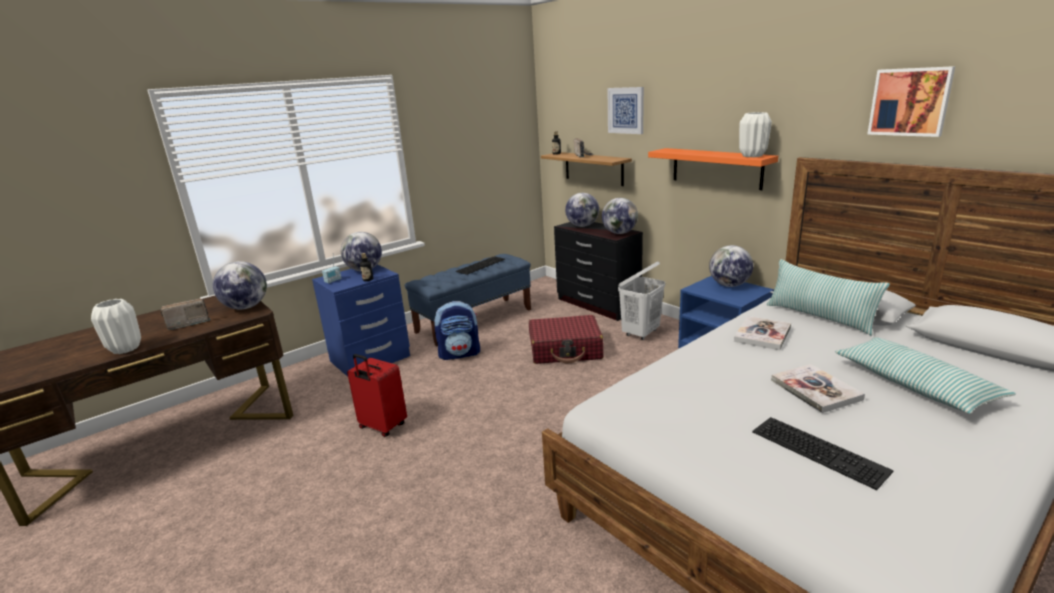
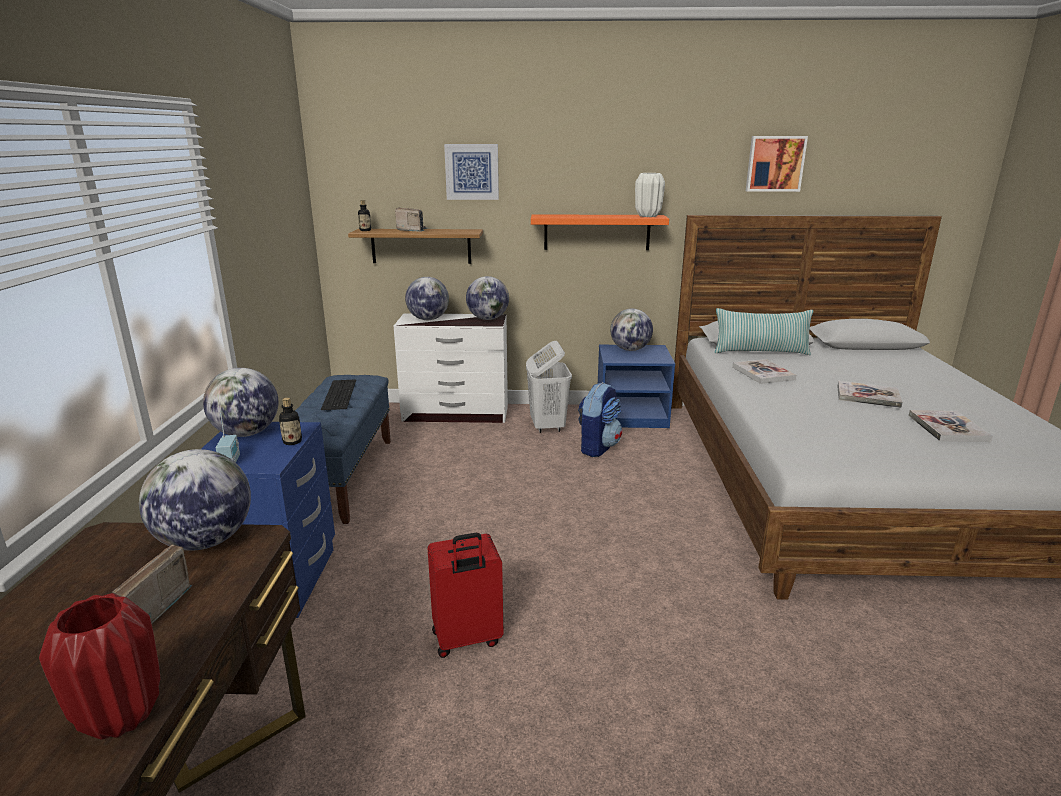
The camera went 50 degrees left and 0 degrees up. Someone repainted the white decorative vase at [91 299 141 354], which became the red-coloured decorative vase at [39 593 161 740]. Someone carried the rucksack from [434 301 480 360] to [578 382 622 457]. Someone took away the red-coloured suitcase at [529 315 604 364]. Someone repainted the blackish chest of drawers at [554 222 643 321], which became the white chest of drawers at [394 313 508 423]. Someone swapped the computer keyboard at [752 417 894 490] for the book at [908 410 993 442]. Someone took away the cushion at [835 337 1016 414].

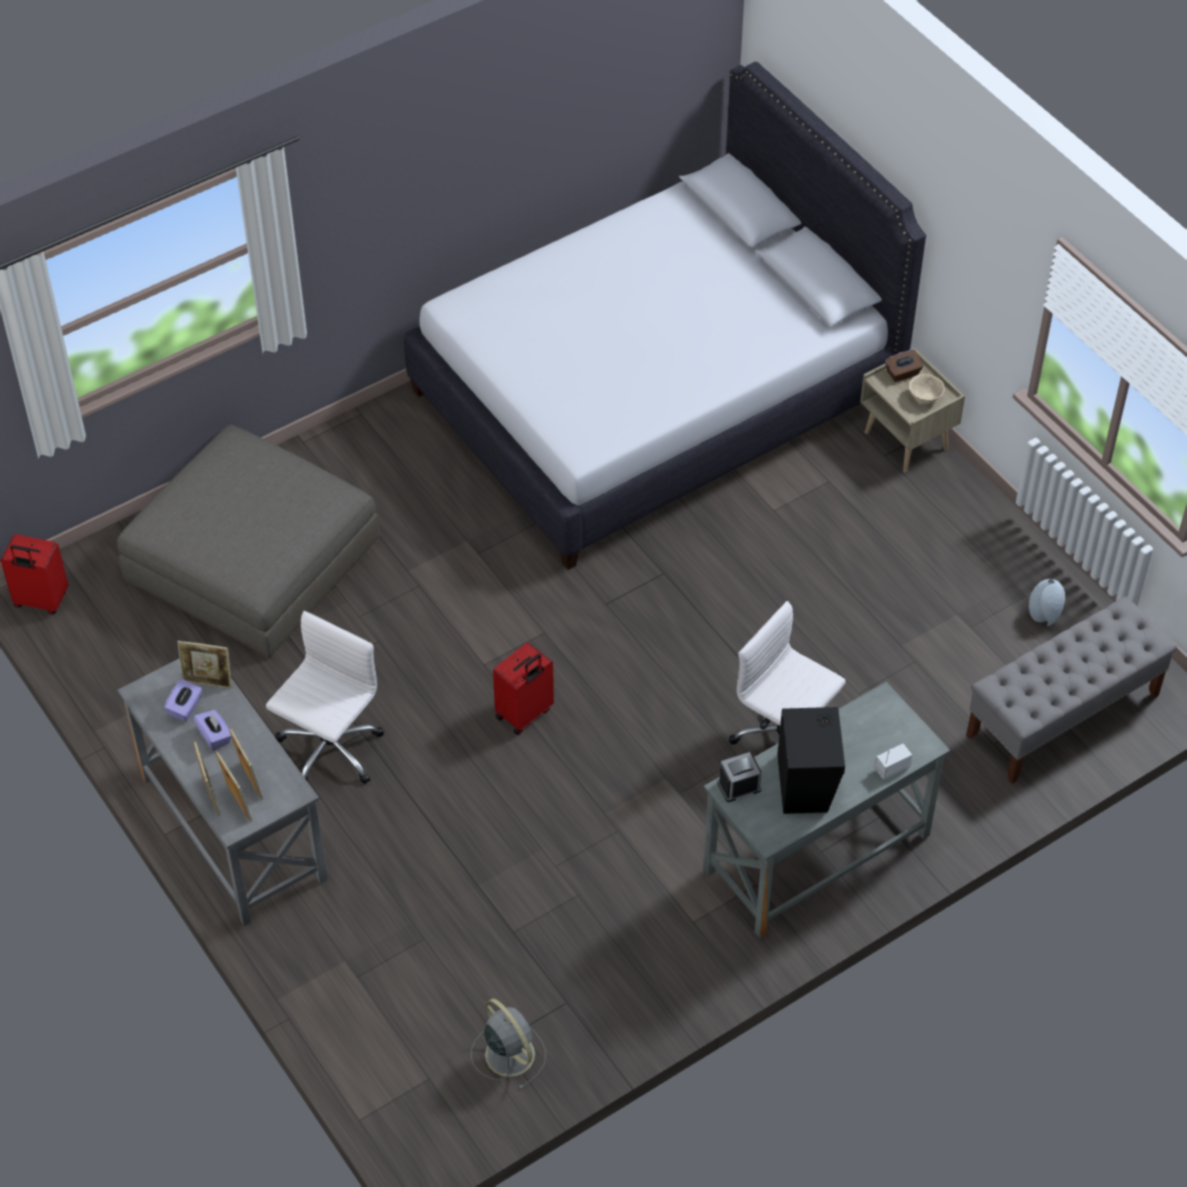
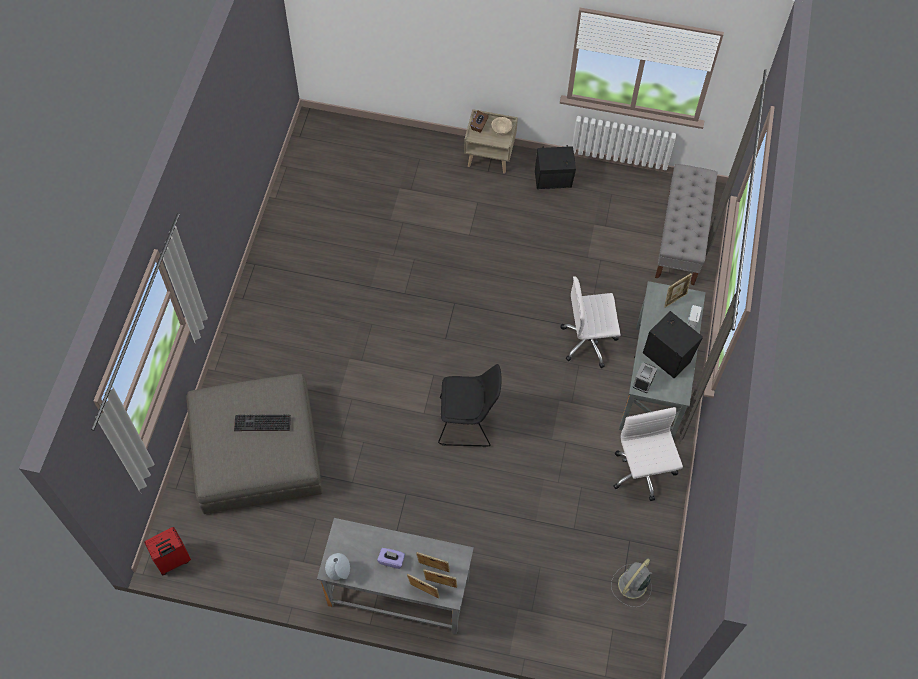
The camera went 45 degrees left and 10 degrees up. Someone took away the purple tissue box at [164 679 202 721]. Someone carried the standing frame from [178 641 232 688] to [664 273 692 308]. Someone carried the white desk chair from [266 611 384 784] to [613 407 683 501]. Someone took away the white bedroom bed at [404 62 926 570]. Someone rotated the grey electric fan at [471 999 546 1089] by 60 degrees counterclockwise. Someone swapped the red-coloured suitcase at [493 642 554 735] for the blackish chair at [438 364 502 447]. Someone carried the grey decorative vase from [1029 579 1065 626] to [325 553 350 580]. Someone put down the computer keyboard at [234 415 291 431]. Someone put down the blackish audio speaker at [535 145 576 189].

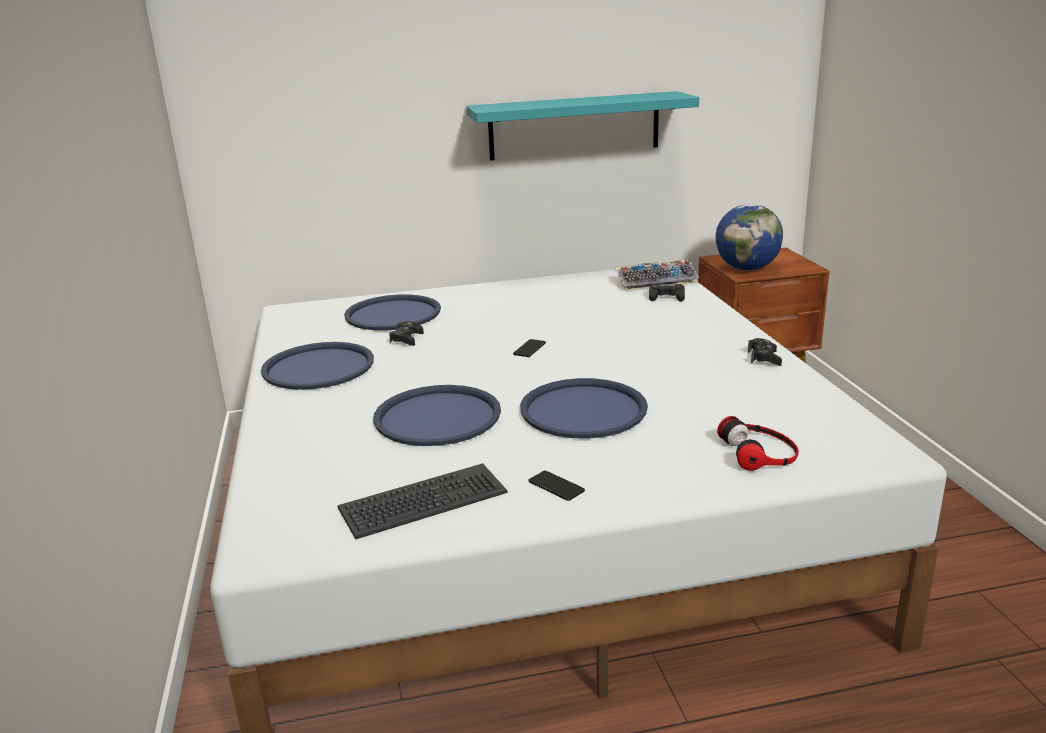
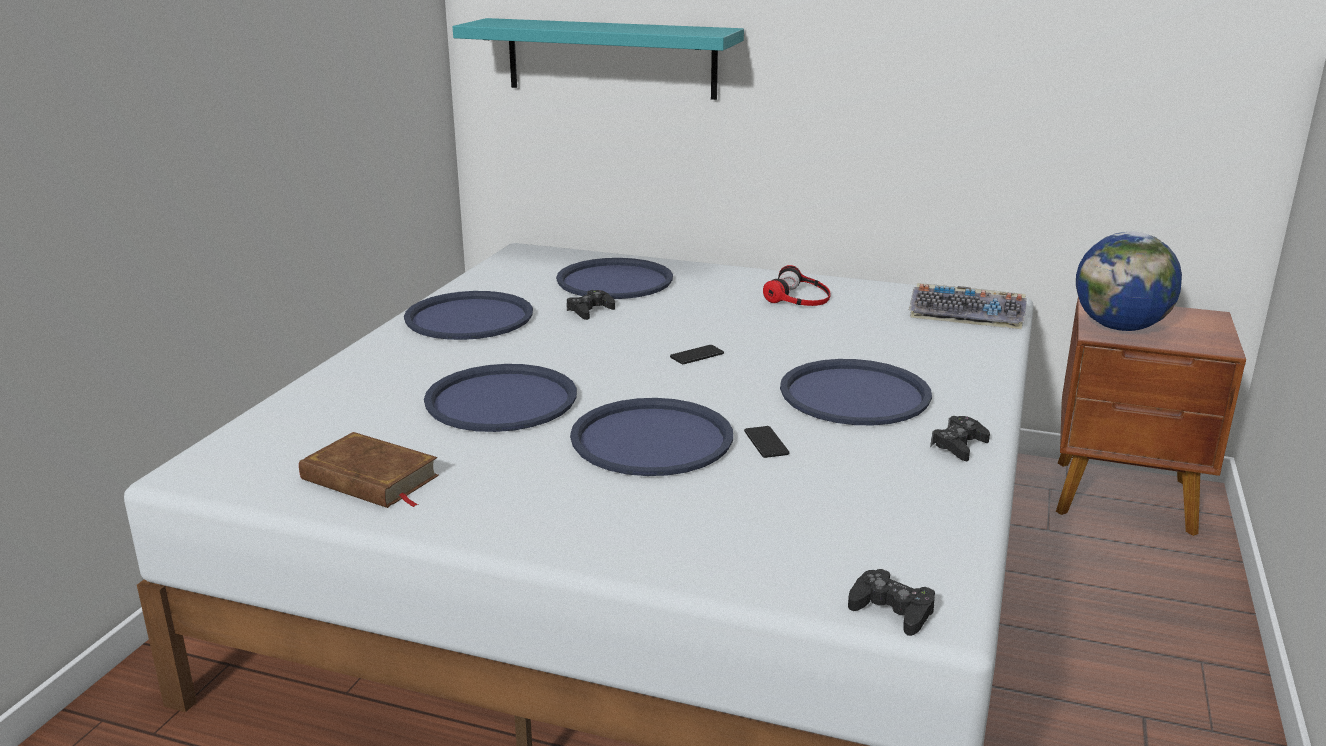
The camera went 30 degrees right and 0 degrees up. Someone swapped the computer keyboard at [338 463 508 540] for the brown book at [299 432 439 508]. Someone carried the turquoise shelf from [466 91 699 161] to [453 18 744 100]. Someone carried the telephone from [529 471 585 501] to [744 426 790 458]. Someone carried the blackish joypad from [649 284 685 302] to [848 569 935 636]. Someone carried the headphones from [717 416 799 471] to [763 265 831 306]. Someone put down the bluish serving tray at [780 359 932 425].

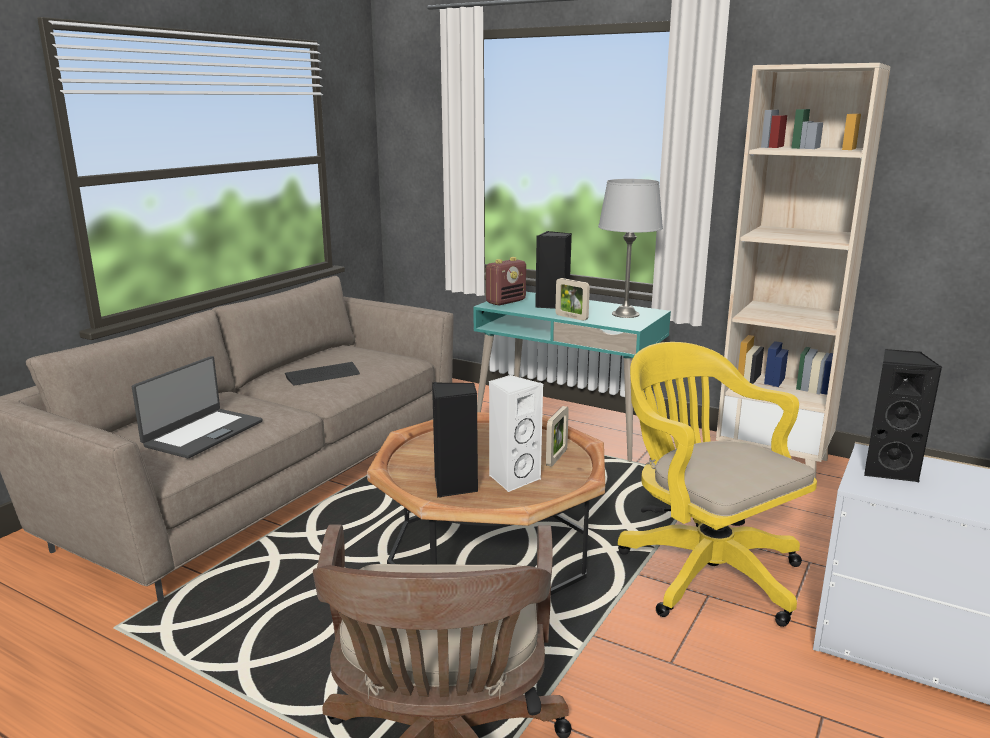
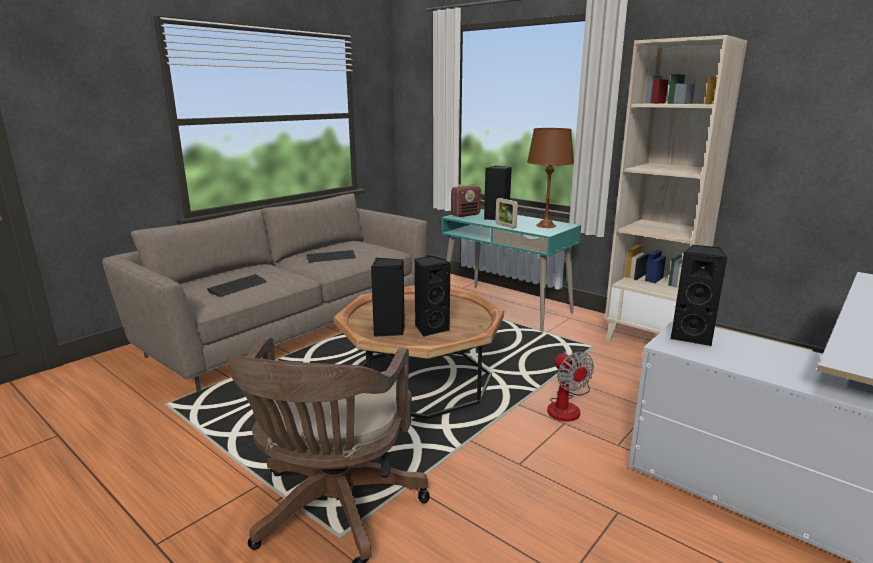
The camera went 10 degrees right and 0 degrees up. Someone swapped the portable computer at [132 356 263 459] for the computer keyboard at [207 274 267 297]. Someone repainted the white audio speaker at [489 375 543 492], which became the blackish audio speaker at [415 256 451 337]. Someone took away the standing frame at [546 406 569 467]. Someone repainted the grey table lamp at [598 179 663 318], which became the brown table lamp at [527 128 574 228]. Someone swapped the yellowish desk chair at [618 342 817 627] for the electric fan at [547 352 594 422].

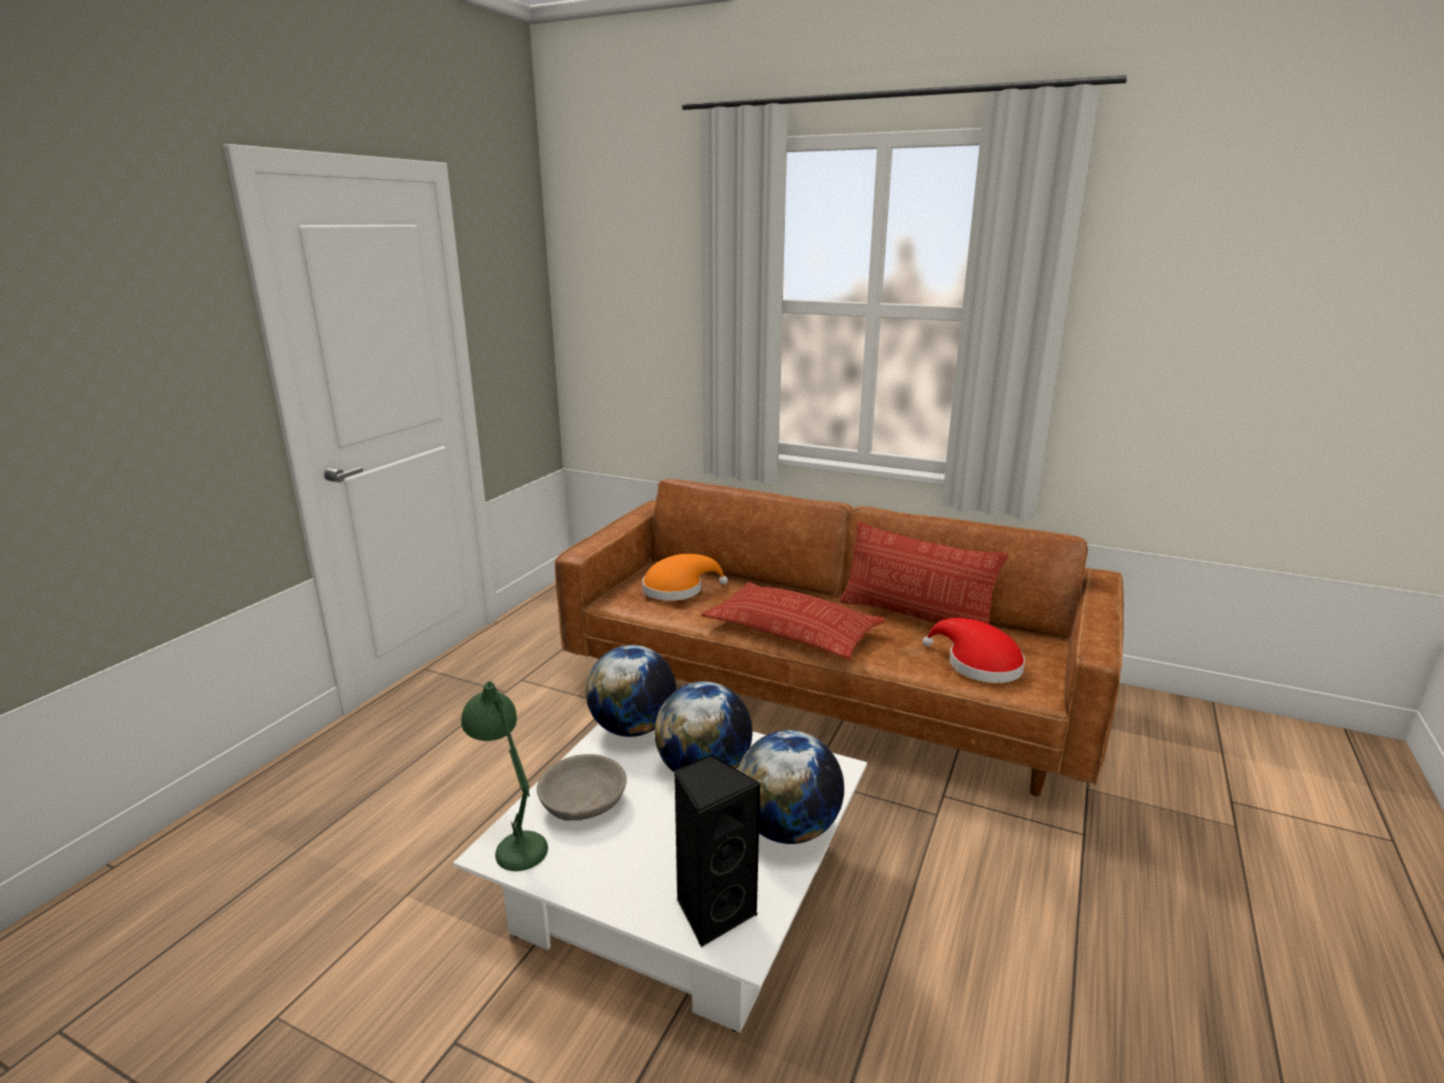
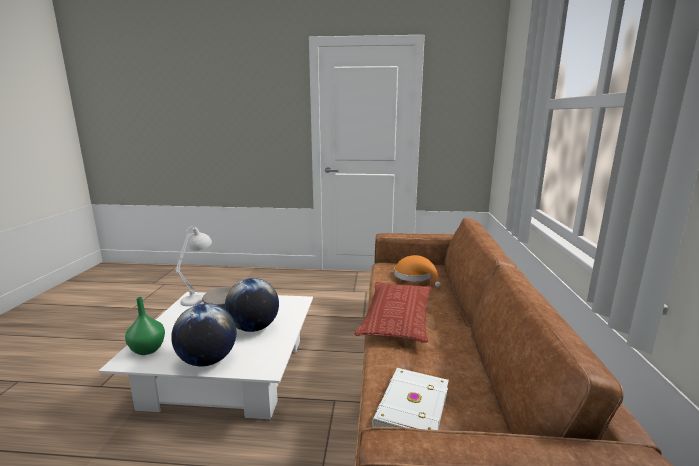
The camera went 70 degrees right and 5 degrees down. Someone repainted the green-coloured table lamp at [461 681 548 871], which became the white table lamp at [175 226 212 306]. Someone took away the globe at [586 645 676 737]. Someone swapped the blackish audio speaker at [674 754 761 947] for the green-coloured decorative vase at [125 297 165 355]. Someone took away the cushion at [840 521 1008 624]. Someone swapped the red-coloured wearable hat at [922 618 1025 683] for the white book at [372 368 449 430].

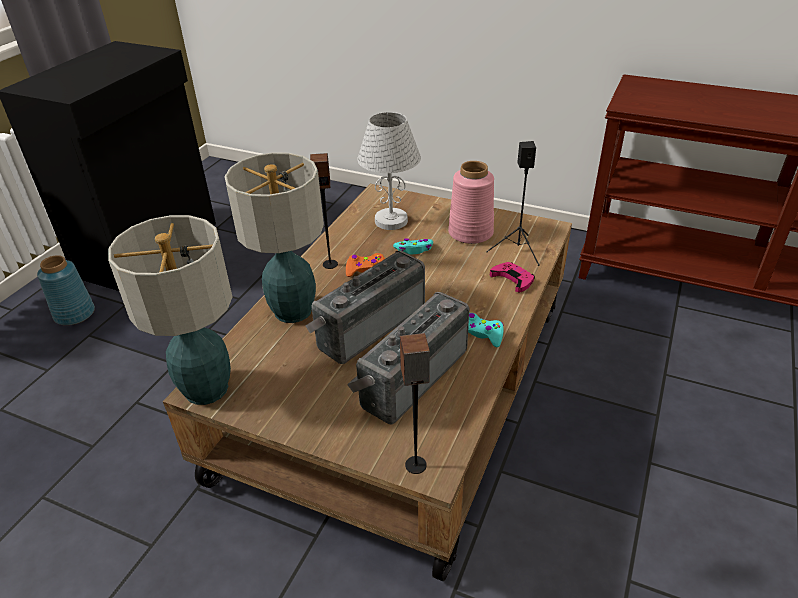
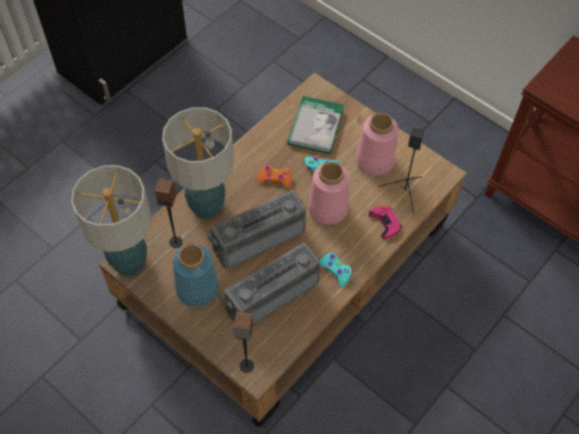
The camera went 15 degrees right and 20 degrees up. Someone carried the bluish decorative vase from [37 255 95 325] to [173 244 219 307]. Someone carried the audio speaker from [310 153 338 269] to [155 178 183 248]. Someone swapped the white table lamp at [357 112 421 230] for the book at [287 96 344 154]. Someone put down the pinkish decorative vase at [308 162 349 225].

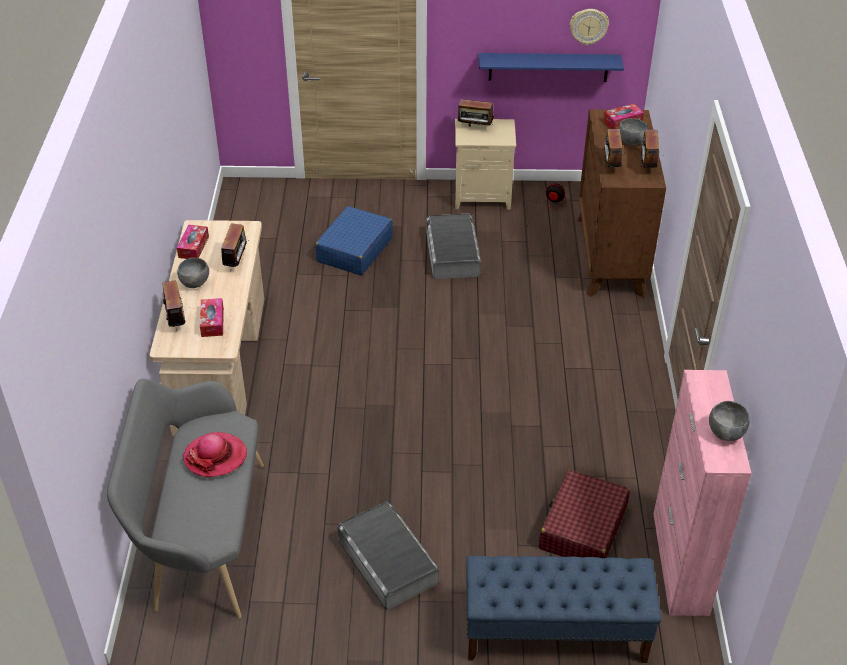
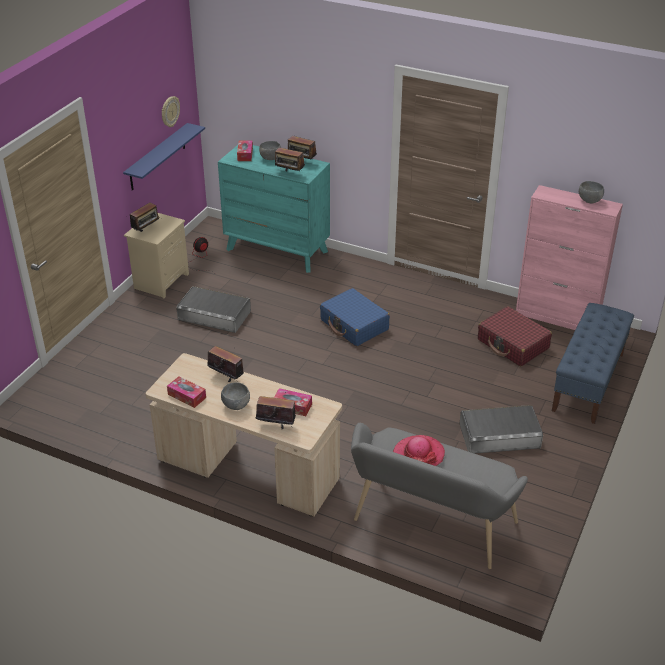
The camera went 65 degrees left and 5 degrees down. Someone carried the bluish suitcase from [315 206 393 275] to [320 288 390 346]. Someone repainted the brown chest of drawers at [577 109 666 298], which became the turquoise chest of drawers at [218 145 330 273].

